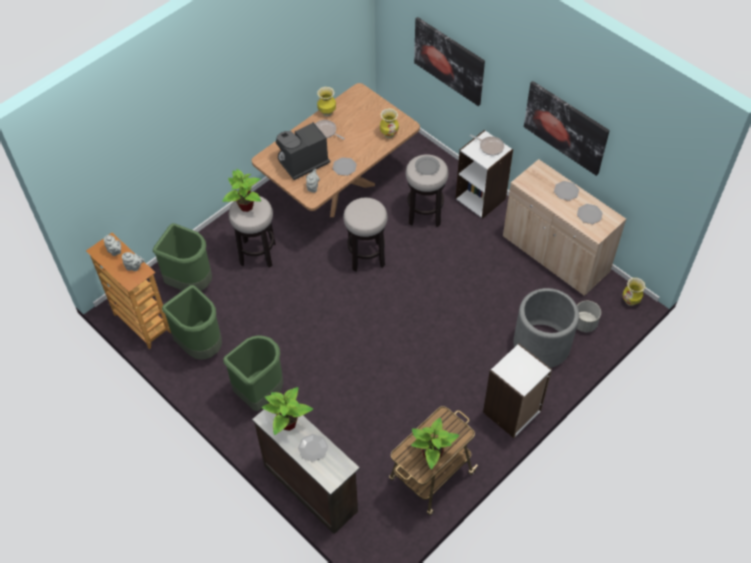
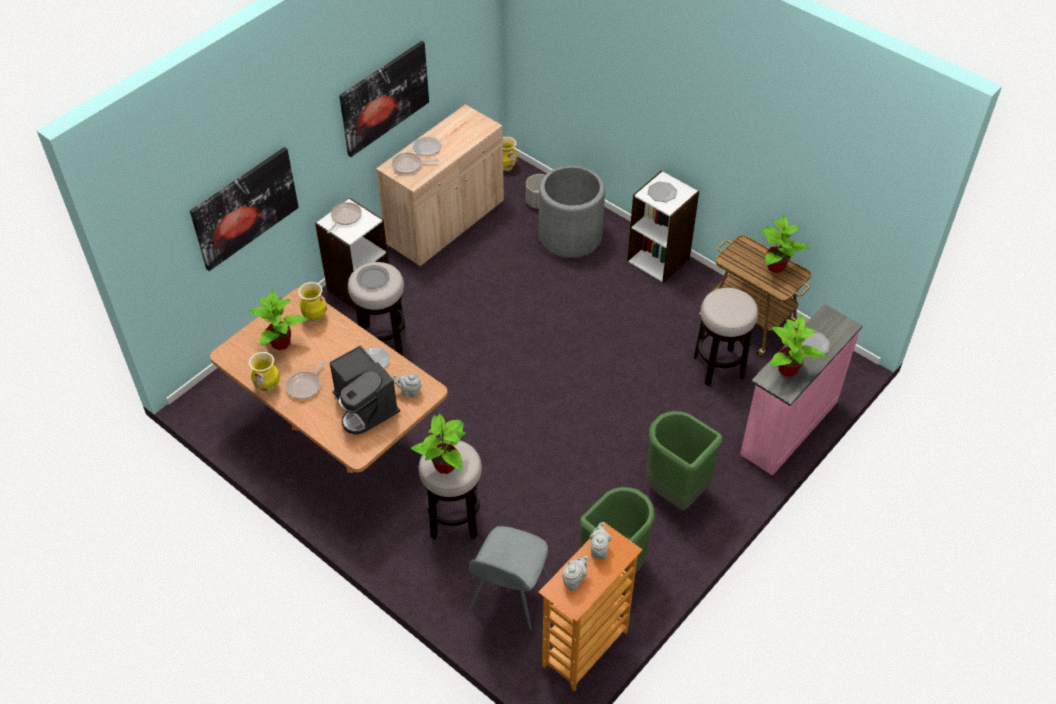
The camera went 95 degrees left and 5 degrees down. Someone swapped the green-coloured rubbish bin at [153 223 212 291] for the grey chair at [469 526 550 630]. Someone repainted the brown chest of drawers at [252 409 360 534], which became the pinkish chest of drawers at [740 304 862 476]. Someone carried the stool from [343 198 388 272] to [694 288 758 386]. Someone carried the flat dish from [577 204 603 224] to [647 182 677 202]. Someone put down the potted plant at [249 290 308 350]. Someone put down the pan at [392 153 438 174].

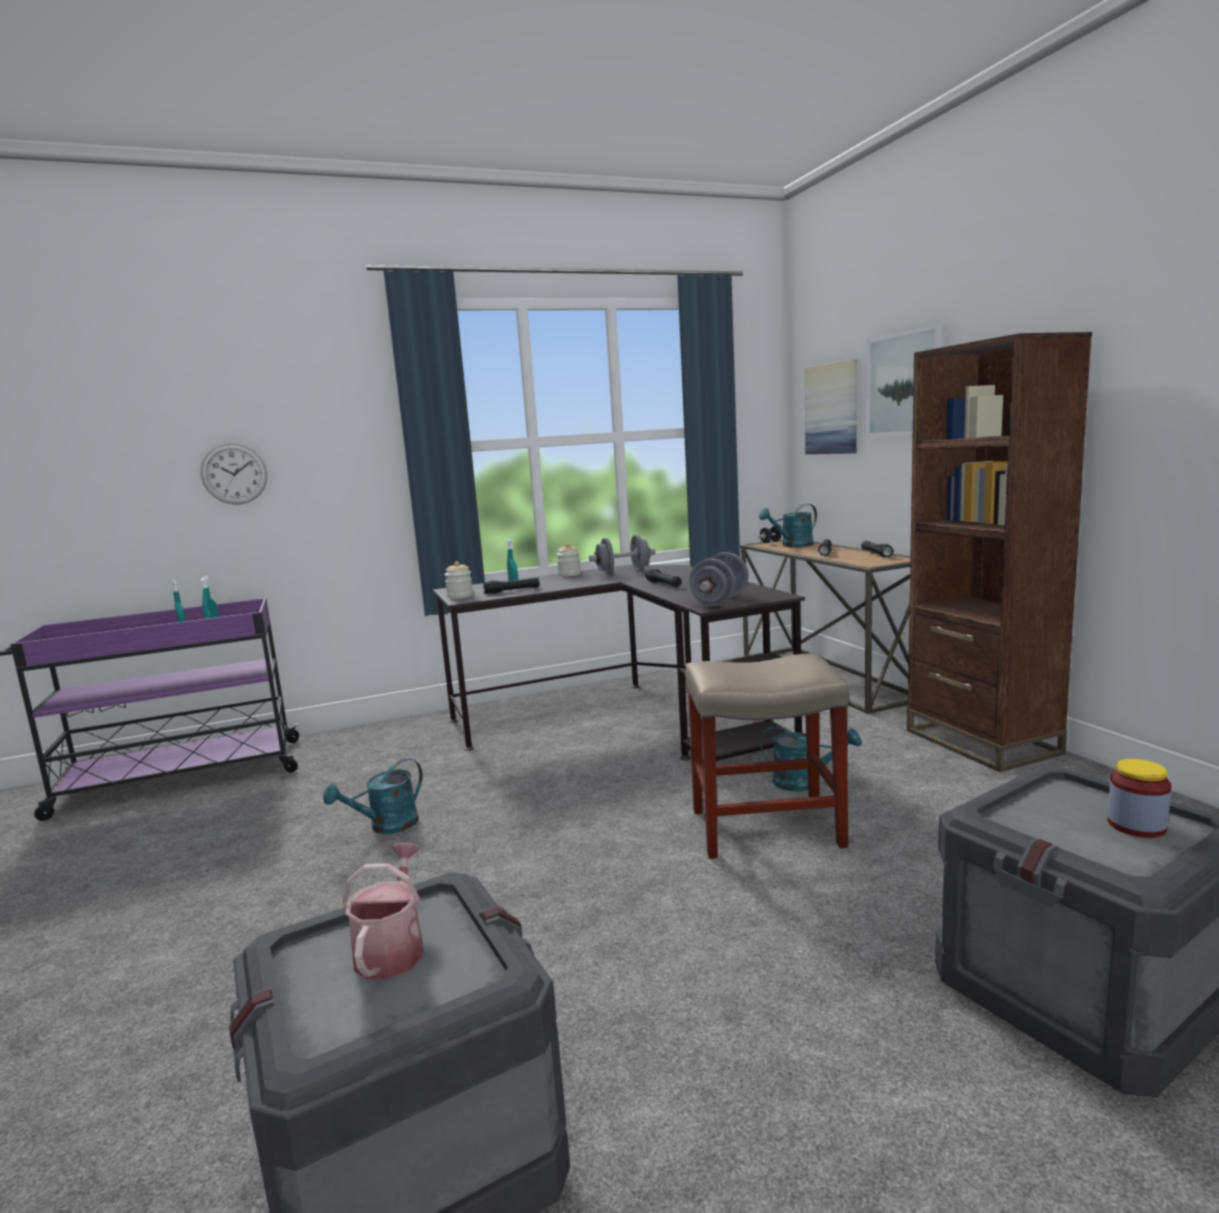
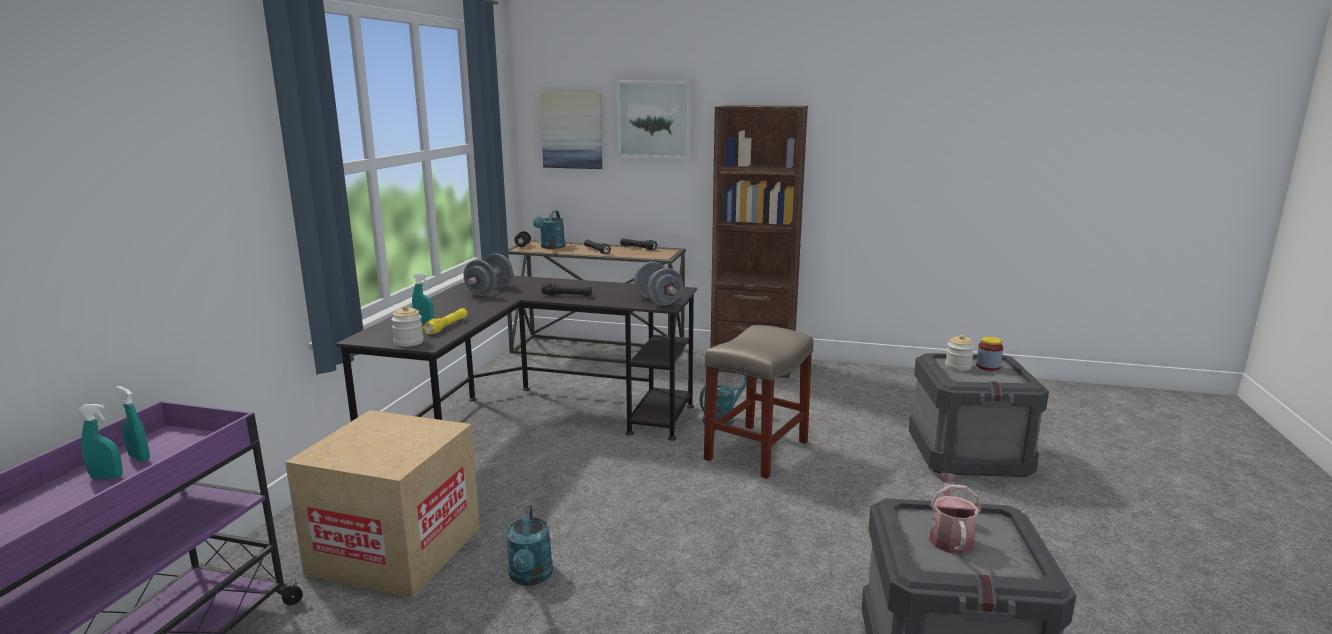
The camera went 55 degrees left and 5 degrees up. Someone took away the clock on the wall at [201 444 267 505]. Someone rotated the sprinkling can at [342 843 423 979] by 60 degrees clockwise. Someone repainted the blackish flashlight at [483 577 539 594], which became the yellowish flashlight at [423 308 468 335]. Someone carried the jar from [556 543 581 576] to [945 334 974 371]. Someone put down the packing box at [285 410 480 598].

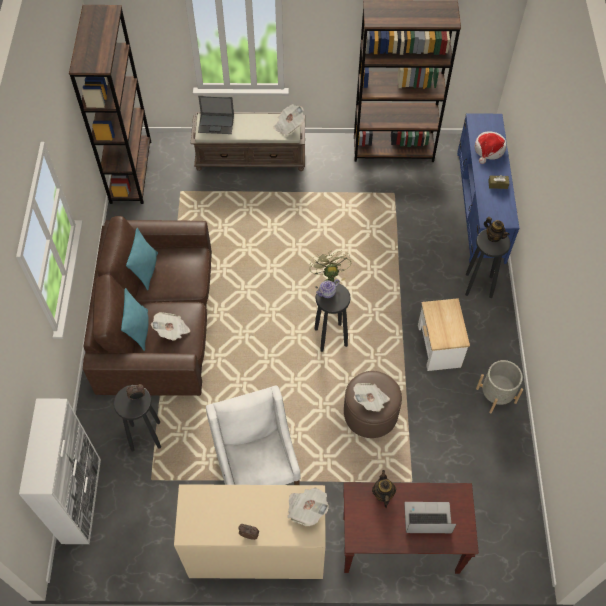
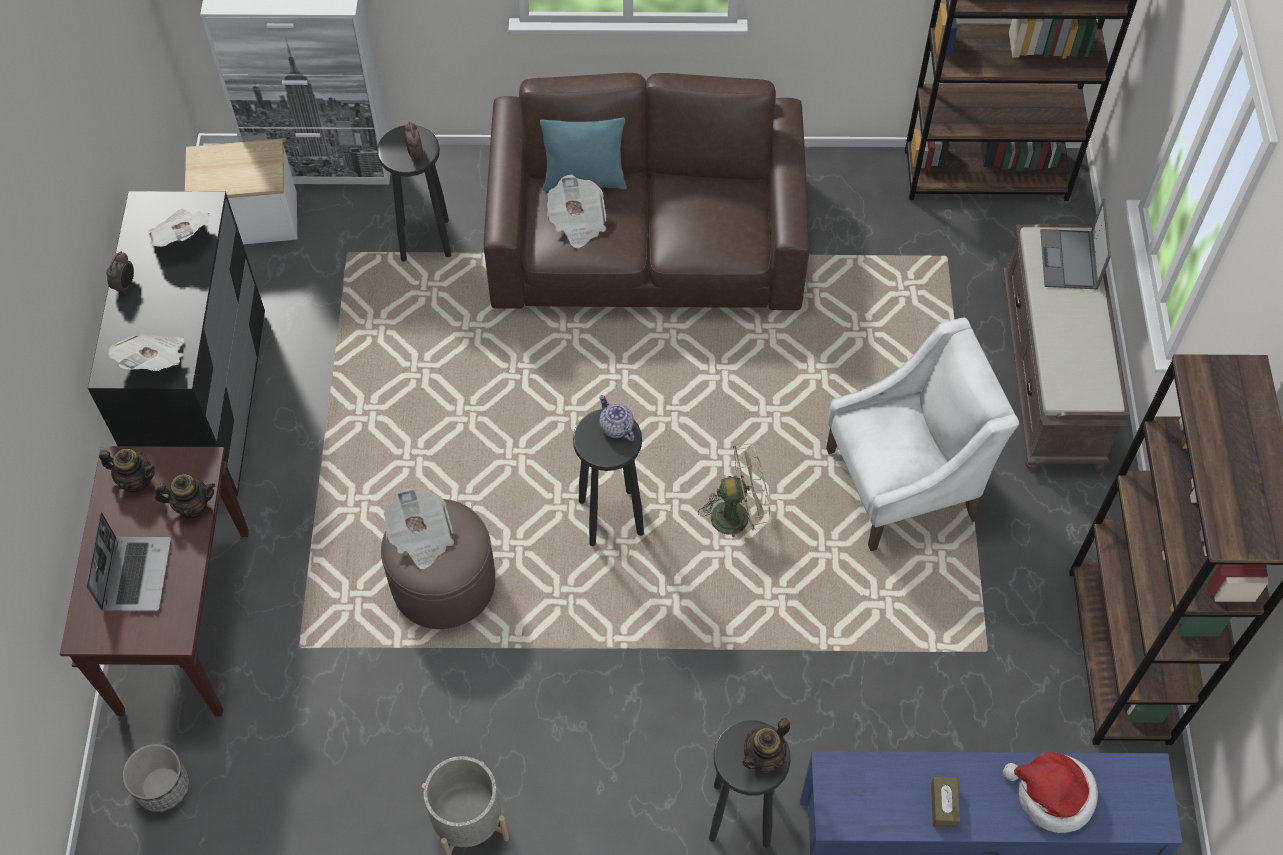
The camera went 90 degrees right and 0 degrees up. Someone took away the turquoise cushion at [126 228 158 290]. Someone repainted the sand-coloured chest of drawers at [174 484 326 579], which became the blackish chest of drawers at [88 191 265 497]. Someone carried the white armchair from [206 386 301 485] to [826 318 1020 551]. Someone carried the daily paper from [273 104 305 136] to [148 209 210 247]. Someone carried the accent table from [418 298 470 371] to [185 138 297 244]. Someone put down the pot for tea at [99 449 155 492]. Someone put down the planter at [122 744 189 812].

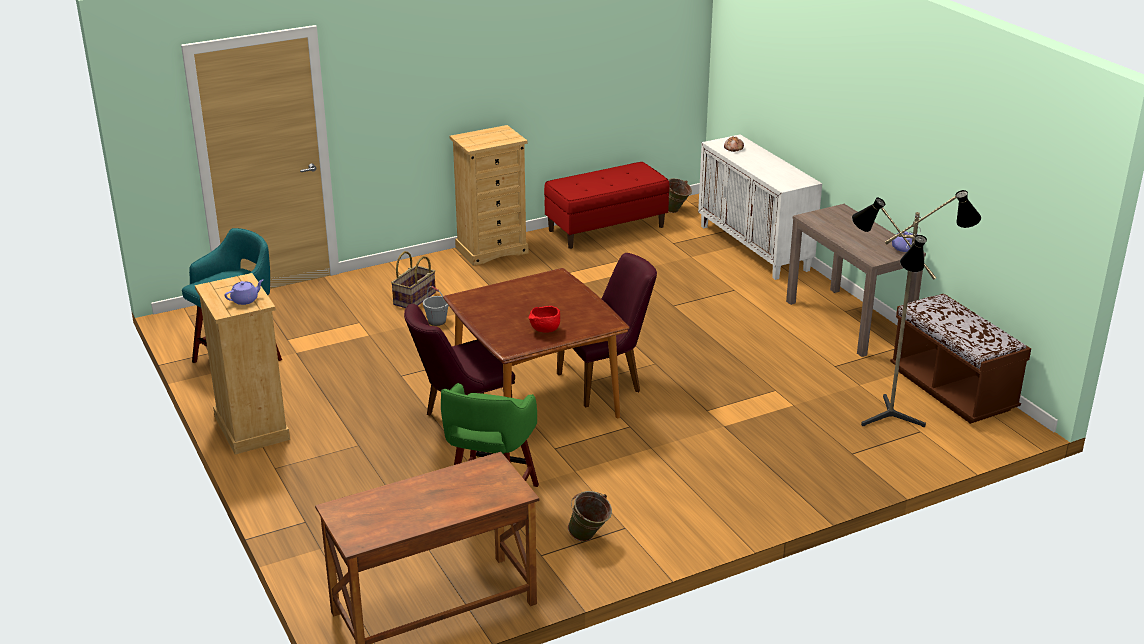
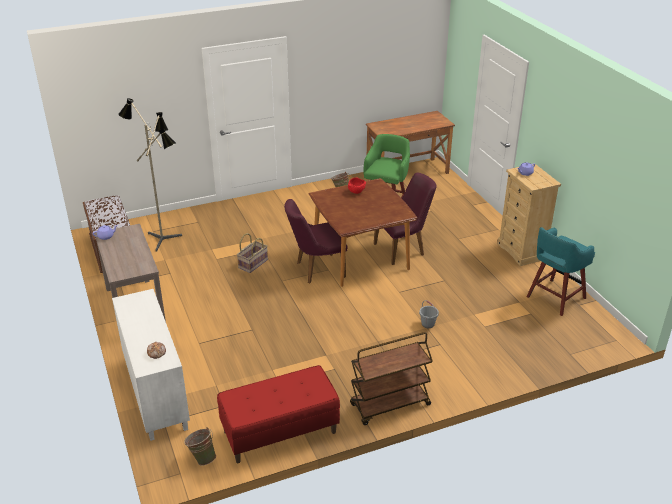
The camera went 175 degrees left and 5 degrees up. Someone carried the basket from [391 251 436 308] to [237 233 268 273]. Someone swapped the sand-coloured chest of drawers at [450 125 528 266] for the brown trolley at [350 332 433 425].

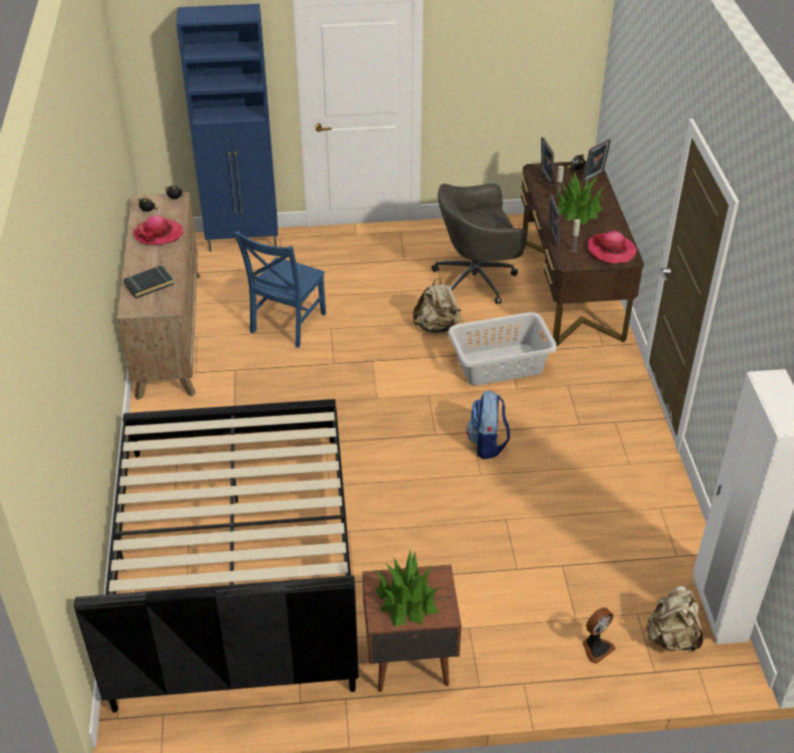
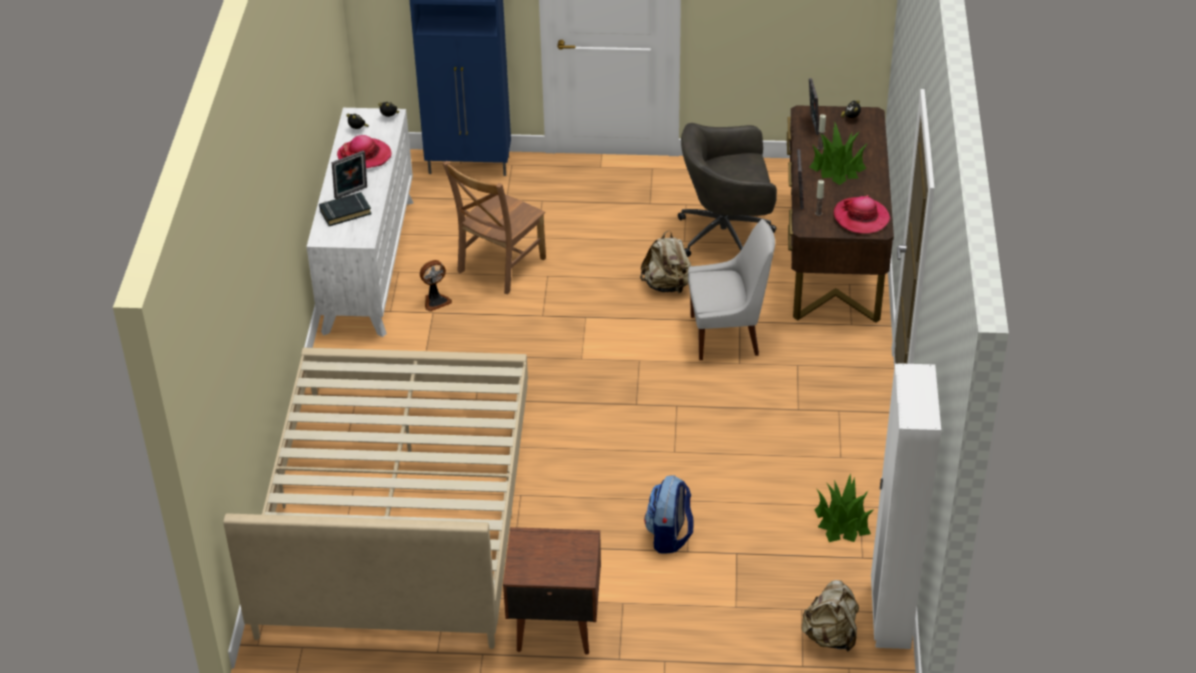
The camera went 10 degrees right and 0 degrees up. Someone repainted the blackish bedroom bed at [74 399 359 713], which became the sand-coloured bedroom bed at [223 348 528 649]. Someone repainted the brown chest of drawers at [117 192 200 400], which became the white chest of drawers at [307 108 413 337]. Someone repainted the bluish chair at [234 230 326 348], which became the brown chair at [442 161 546 294]. Someone carried the potted plant from [375 549 440 627] to [814 473 874 542]. Someone swapped the grey washing basket at [448 312 557 386] for the white chair at [688 219 775 360]. Someone carried the rucksack from [466 391 510 459] to [644 475 694 554]. Someone carried the standing frame from [582 139 611 183] to [332 150 367 199]. Someone carried the electric fan from [582 607 615 664] to [420 260 452 312].

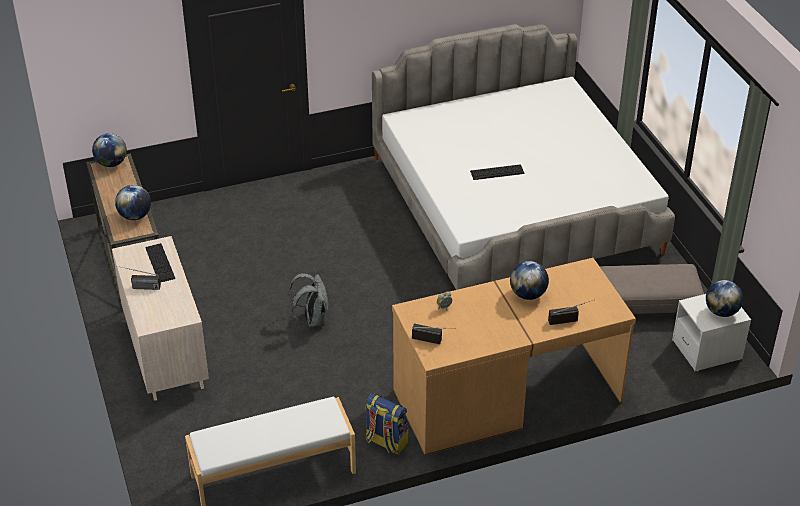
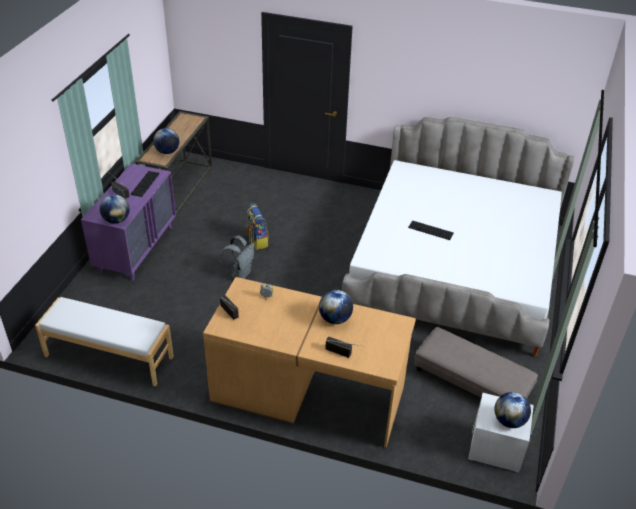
The camera went 35 degrees right and 0 degrees up. Someone carried the globe from [92 133 127 167] to [100 194 130 224]. Someone repainted the sand-coloured chest of drawers at [112 236 209 401], which became the purple chest of drawers at [81 163 176 281]. Someone carried the rucksack from [365 393 408 455] to [245 203 269 250].

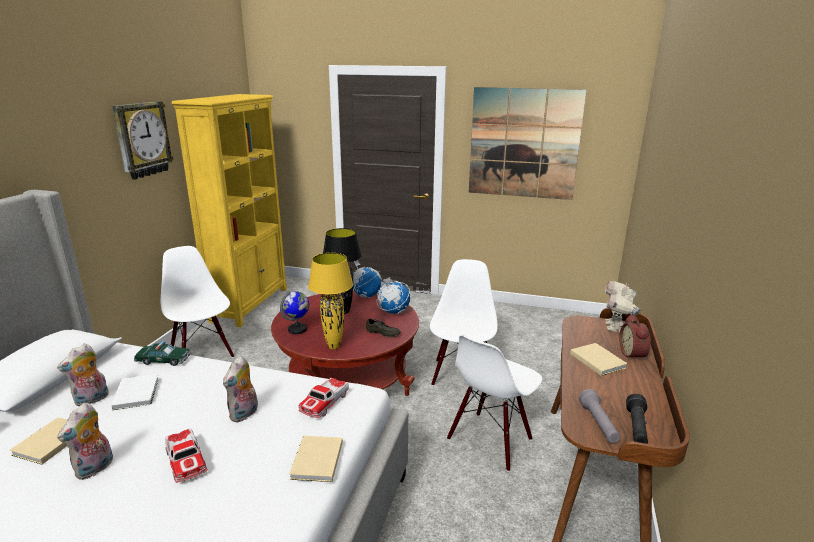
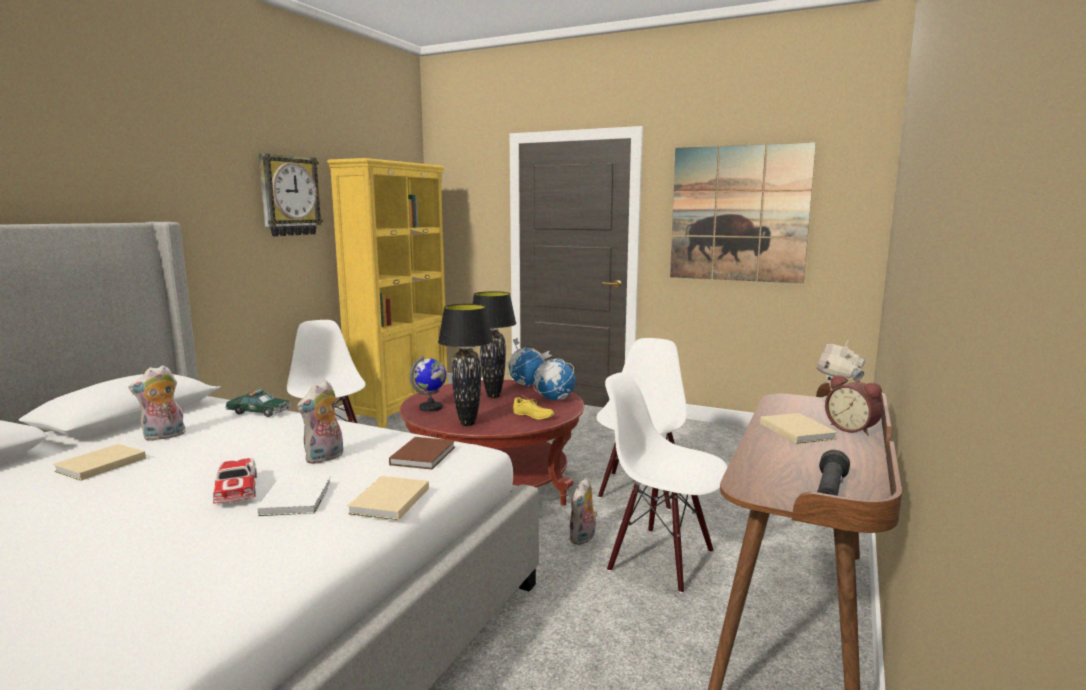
The camera went 10 degrees right and 10 degrees down. Someone carried the soft toy from [57 403 113 480] to [569 478 598 545]. Someone carried the white book from [111 374 159 410] to [257 475 332 516]. Someone swapped the miniature car at [298 378 349 418] for the brown book at [389 437 455 470]. Someone repainted the yellowish table lamp at [308 253 353 349], which became the blackish table lamp at [438 304 493 426]. Someone repainted the grey shoe at [366 319 401 337], which became the yellowish shoe at [513 394 554 420]. Someone rotated the white chair at [447 335 542 472] by 75 degrees clockwise. Someone took away the grey flashlight at [579 389 620 443]. Someone rotated the alarm clock at [619 314 651 362] by 45 degrees counterclockwise.

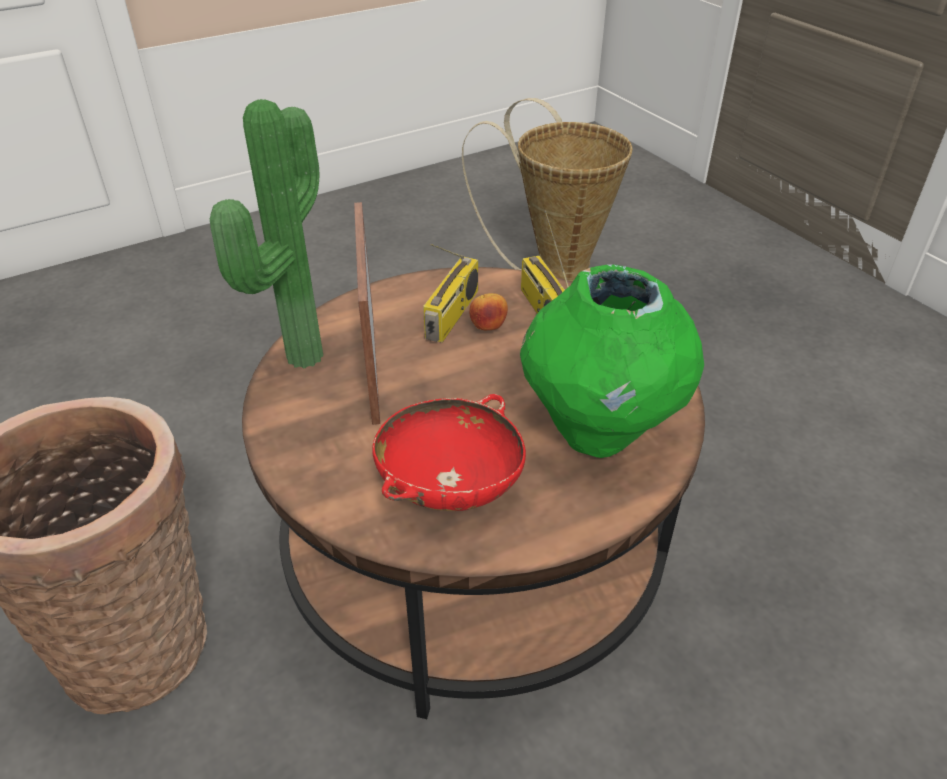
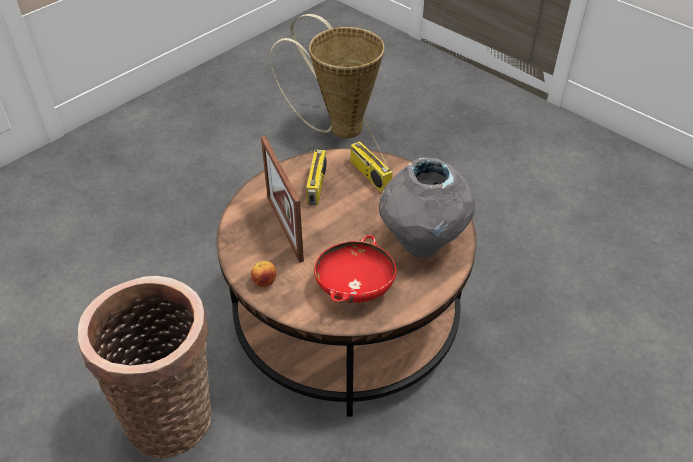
The camera went 15 degrees left and 5 degrees up. Someone took away the potted plant at [210 99 323 368]. Someone carried the apple fruit from [469 293 508 330] to [251 261 276 287]. Someone repainted the green-coloured decorative vase at [520 264 704 458], which became the grey decorative vase at [378 157 475 258].

